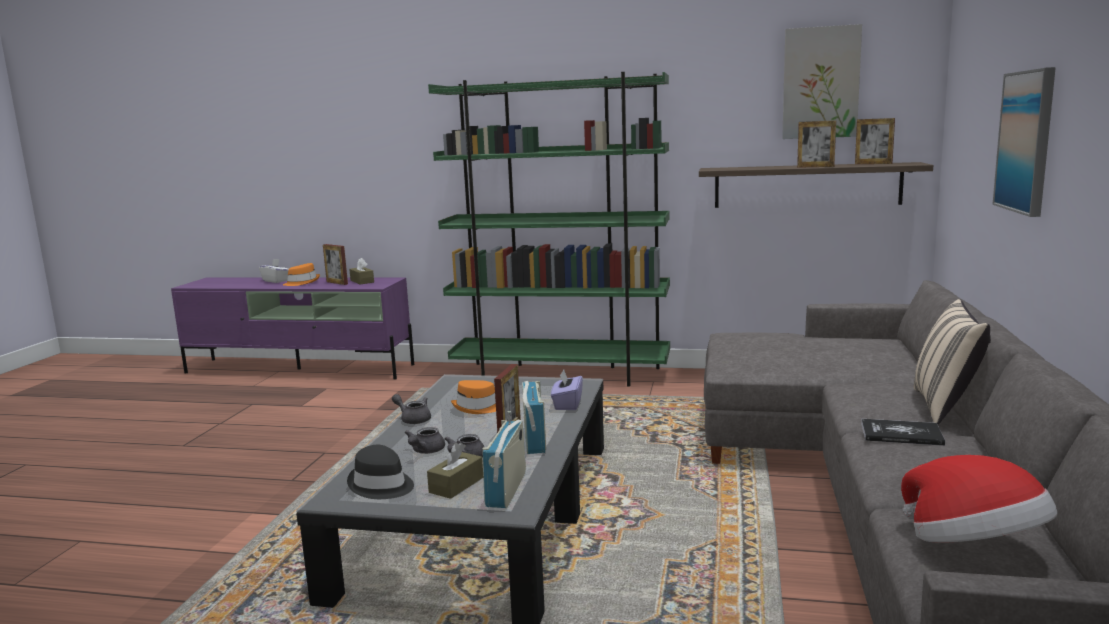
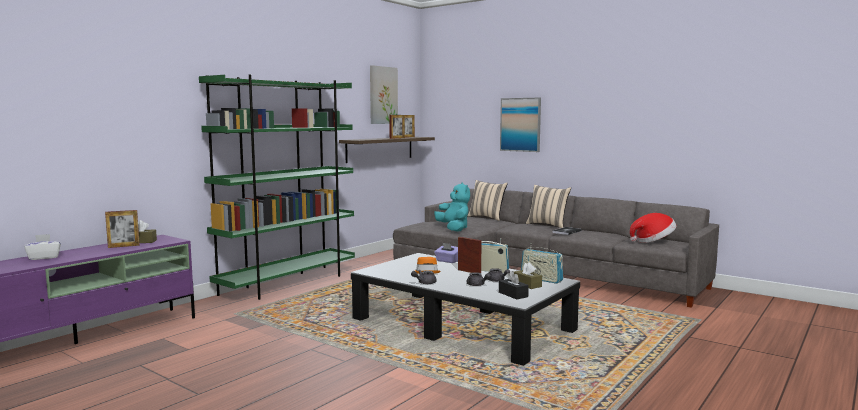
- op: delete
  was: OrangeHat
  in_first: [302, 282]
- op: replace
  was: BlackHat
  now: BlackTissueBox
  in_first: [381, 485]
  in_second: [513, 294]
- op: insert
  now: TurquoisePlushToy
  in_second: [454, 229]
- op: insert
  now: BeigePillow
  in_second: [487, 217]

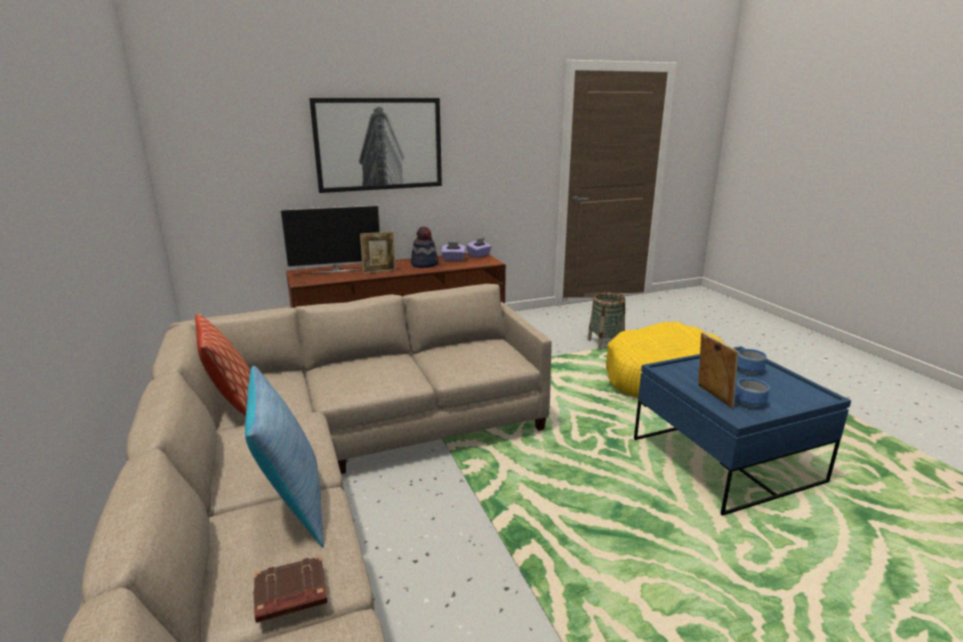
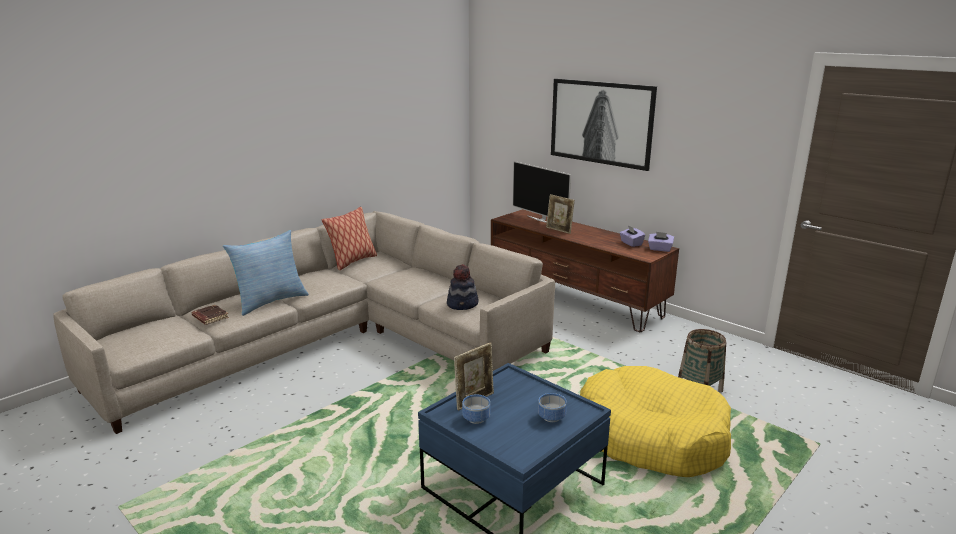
- op: move
  was: Hat
  in_first: [424, 264]
  in_second: [463, 304]

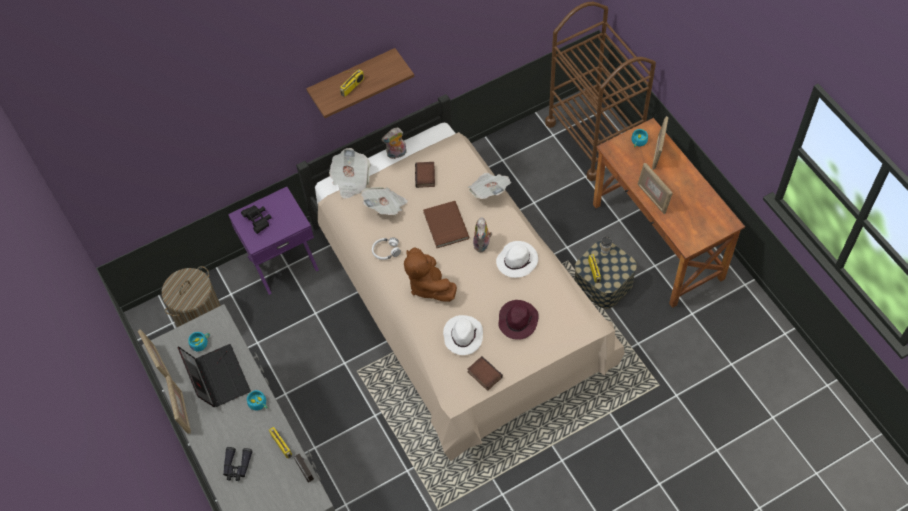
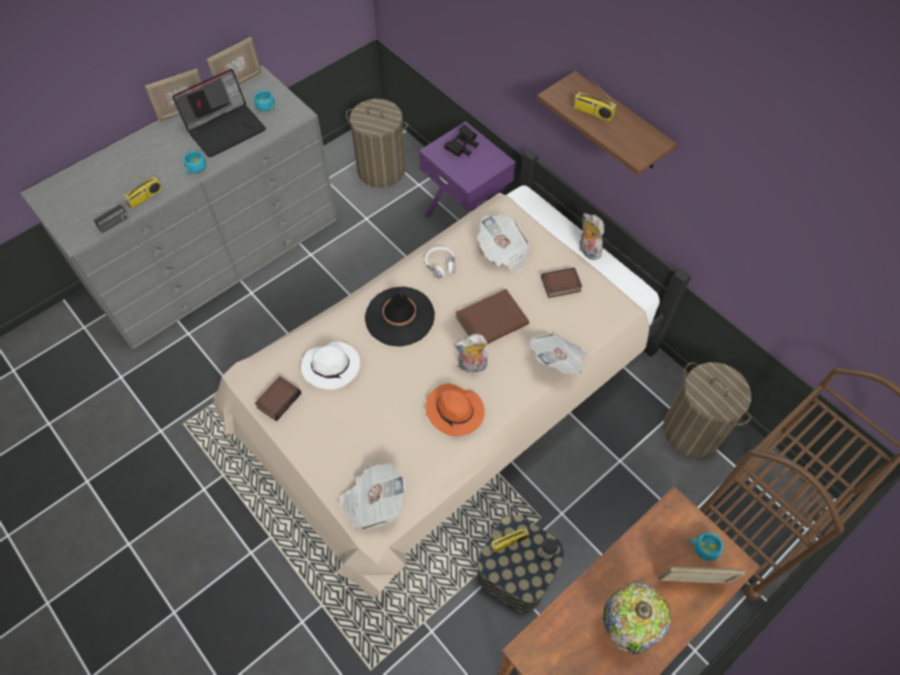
- op: delete
  was: BlackBinoculars
  in_first: [237, 466]
- op: move
  was: Newspaper
  in_first: [351, 180]
  in_second: [373, 503]
- op: replace
  was: BrownPlushToy
  now: BlackHat
  in_first: [428, 285]
  in_second: [399, 317]
- op: recolor
  was: WhiteHat
  now: OrangeHat
  in_first: [517, 260]
  in_second: [455, 411]
- op: delete
  was: PurpleHat
  in_first: [517, 320]
- op: delete
  was: PictureFrame
  in_first: [652, 198]
- op: insert
  now: TableLamp
  in_second: [622, 629]
- op: insert
  now: LaundryBasket
  in_second: [692, 430]

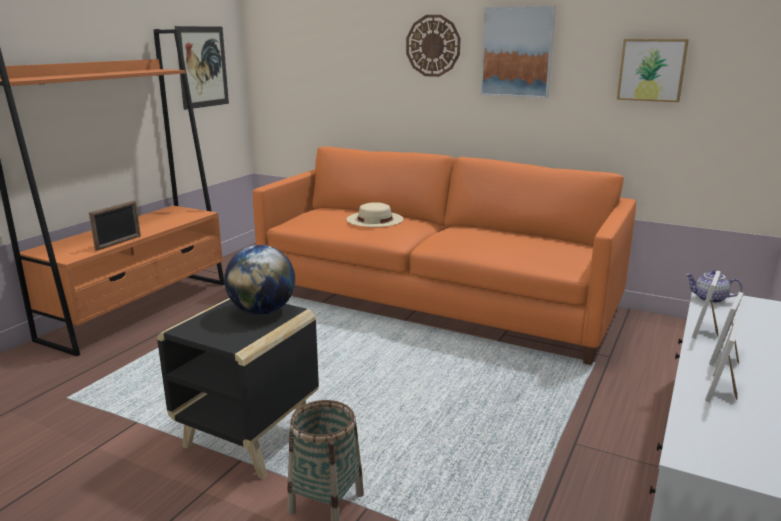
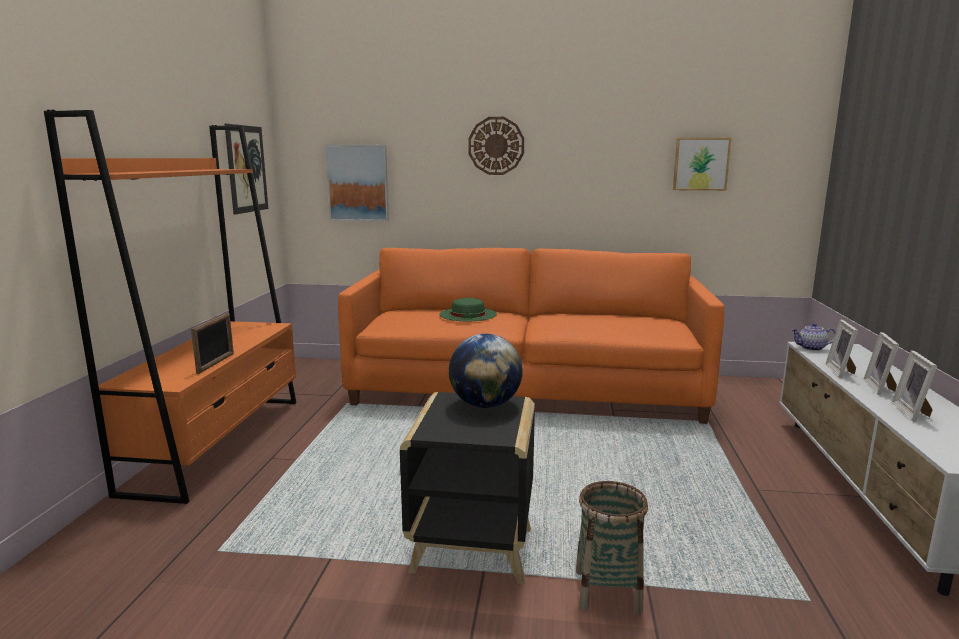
- op: recolor
  was: BeigeHat
  now: GreenHat
  in_first: [375, 219]
  in_second: [468, 314]
- op: move
  was: Picture
  in_first: [517, 52]
  in_second: [358, 183]

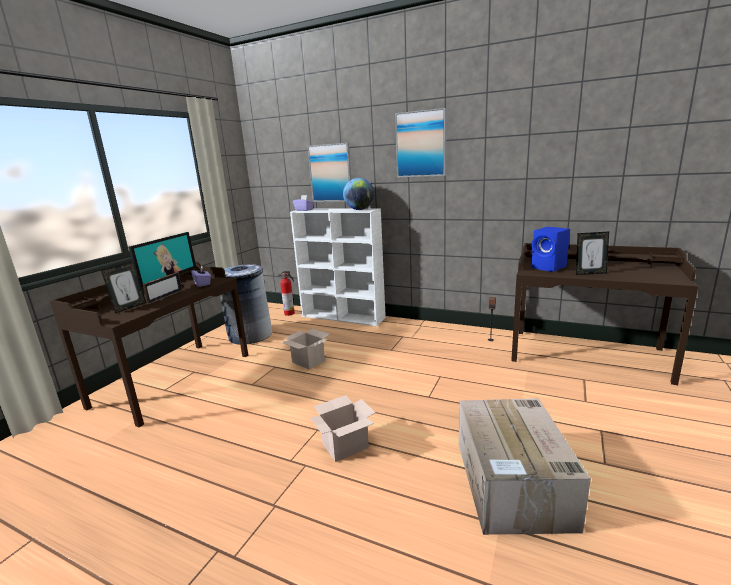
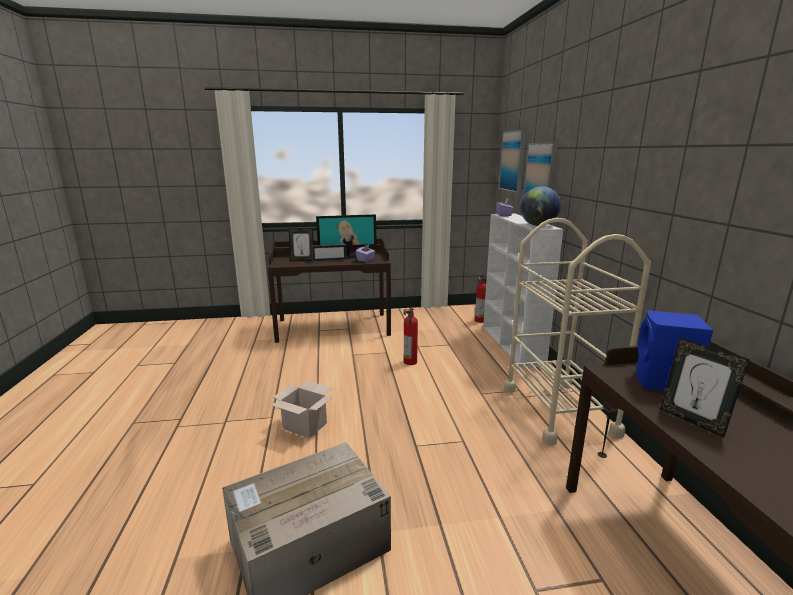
- op: delete
  was: GreyTrashCan
  in_first: [250, 335]
- op: replace
  was: CardboardBox
  now: FireExtinguisher
  in_first: [309, 361]
  in_second: [410, 362]
- op: move
  was: Picture
  in_first: [421, 144]
  in_second: [513, 161]
- op: insert
  now: BeigeCart
  in_second: [558, 410]

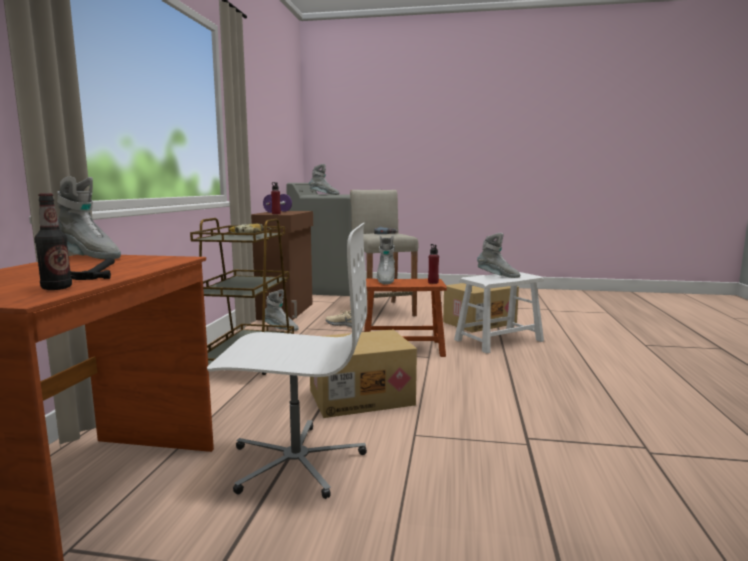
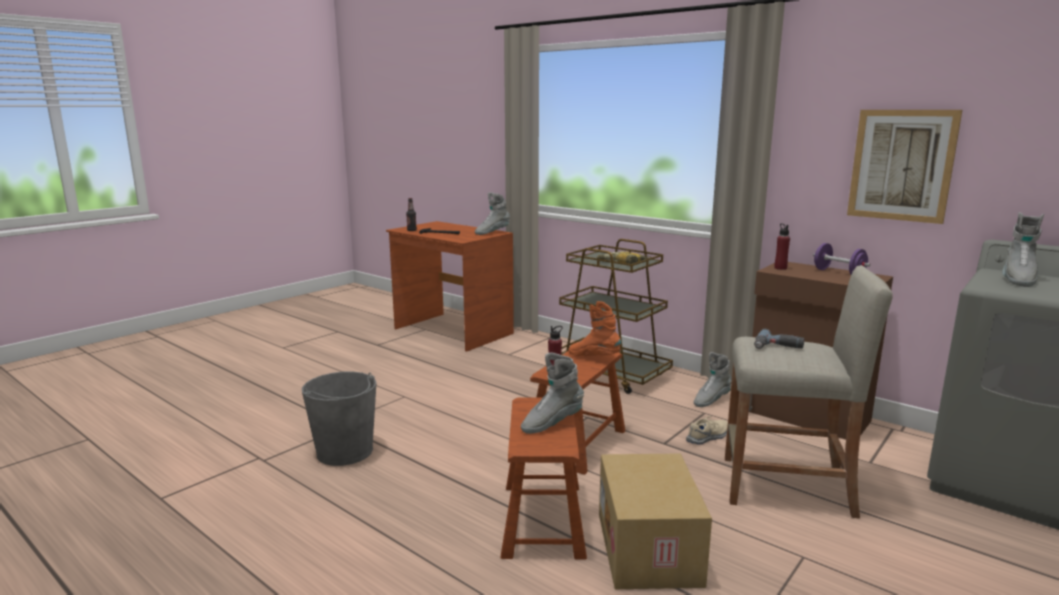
- op: delete
  was: WhiteOfficeChair
  in_first: [295, 461]
- op: delete
  was: CardboardBox
  in_first: [361, 397]
- op: recolor
  was: GreyBoot
  now: OrangeBoot
  in_first: [385, 280]
  in_second: [594, 357]
- op: recolor
  was: WhiteStool
  now: BrownStool
  in_first: [498, 340]
  in_second: [543, 519]
- op: insert
  now: GreyBucket
  in_second: [345, 452]
- op: insert
  now: Picture
  in_second: [901, 165]

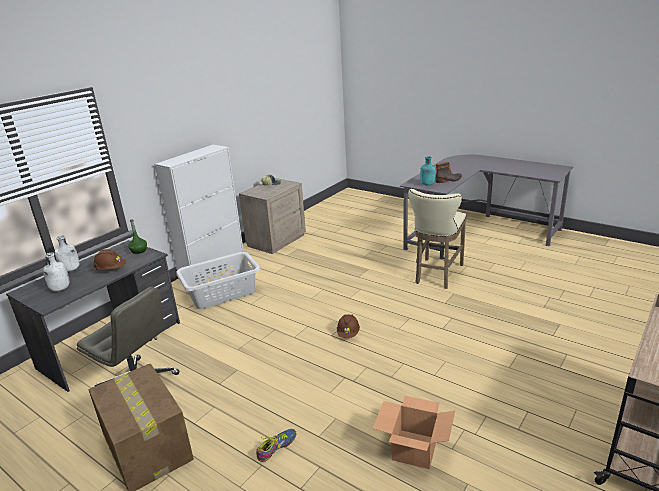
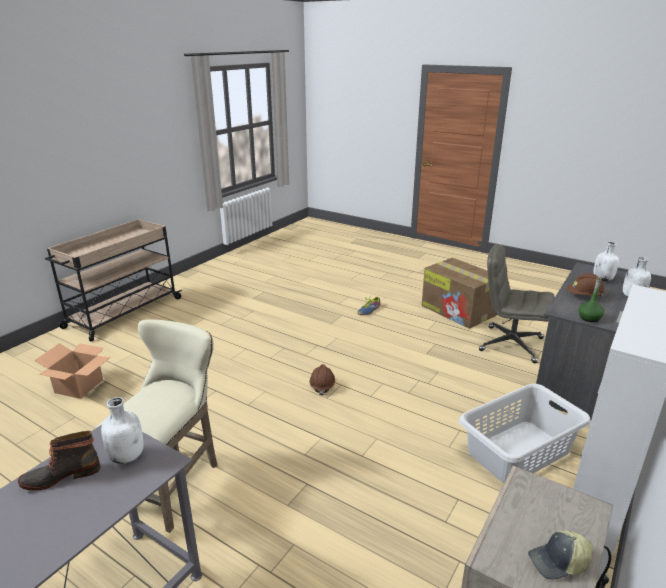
- op: move
  was: CardboardBox
  in_first: [414, 450]
  in_second: [79, 386]
- op: recolor
  was: TurquoiseBottle
  now: WhiteBottle
  in_first: [427, 184]
  in_second: [127, 456]

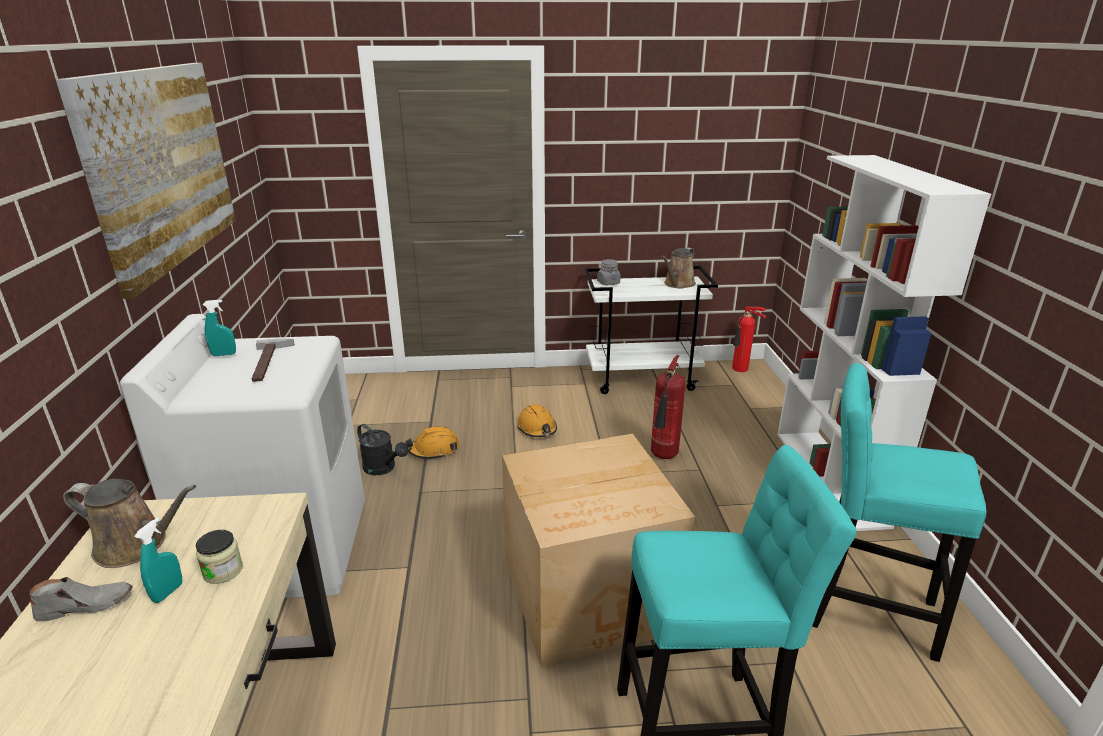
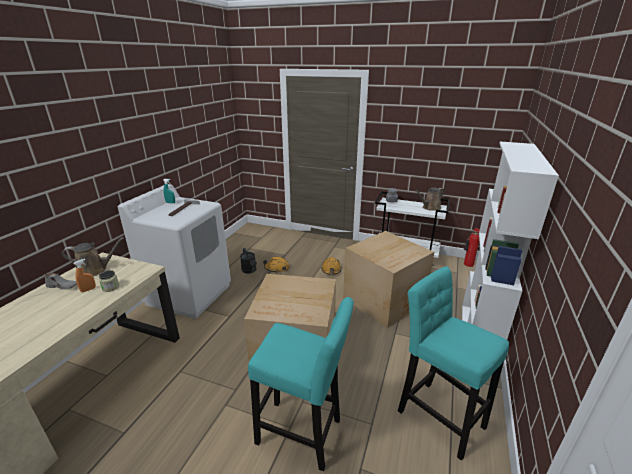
- op: delete
  was: Picture
  in_first: [161, 166]
- op: rotate
  was: BrownWateringCan
  in_first: [136, 545]
  in_second: [95, 270]
  clockwise: -45
- op: recolor
  was: TurquoiseSprayBottle
  now: OrangeSprayBottle
  in_first: [168, 592]
  in_second: [88, 289]
- op: replace
  was: FireExtinguisher
  now: CardboardBox
  in_first: [663, 457]
  in_second: [385, 300]

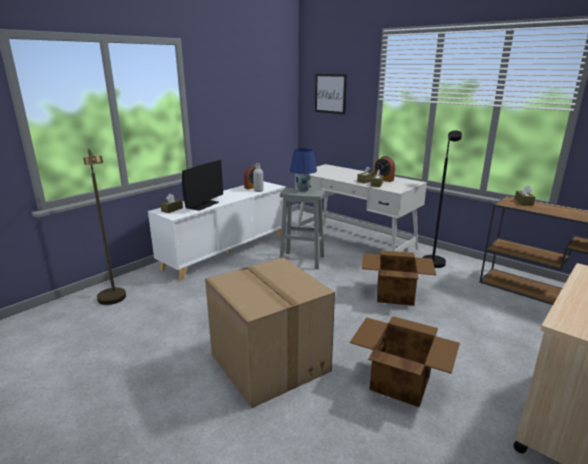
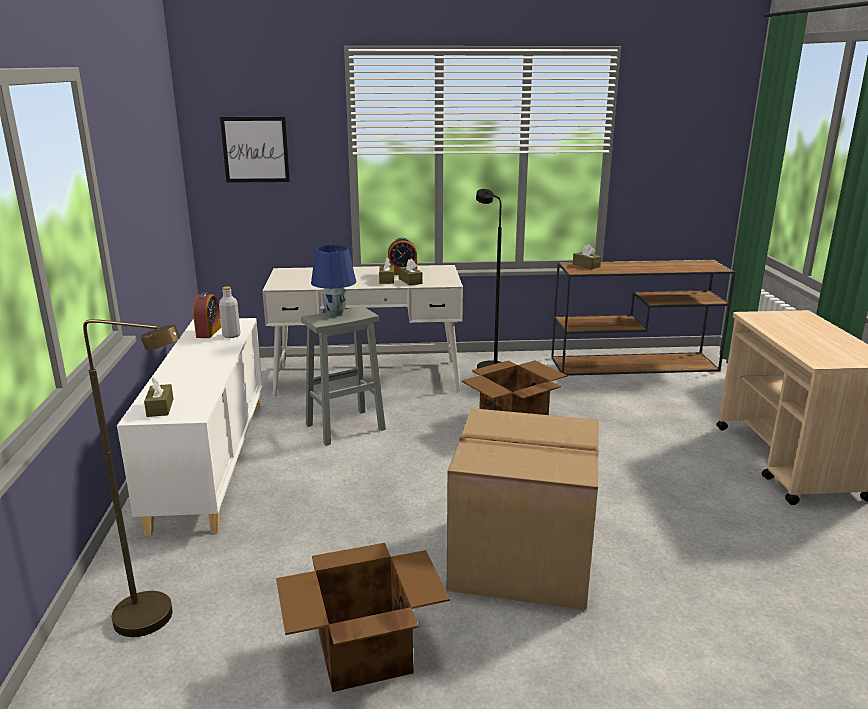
- op: delete
  was: Monitor
  in_first: [204, 205]
- op: move
  was: CardboardBox
  in_first: [399, 381]
  in_second: [362, 652]

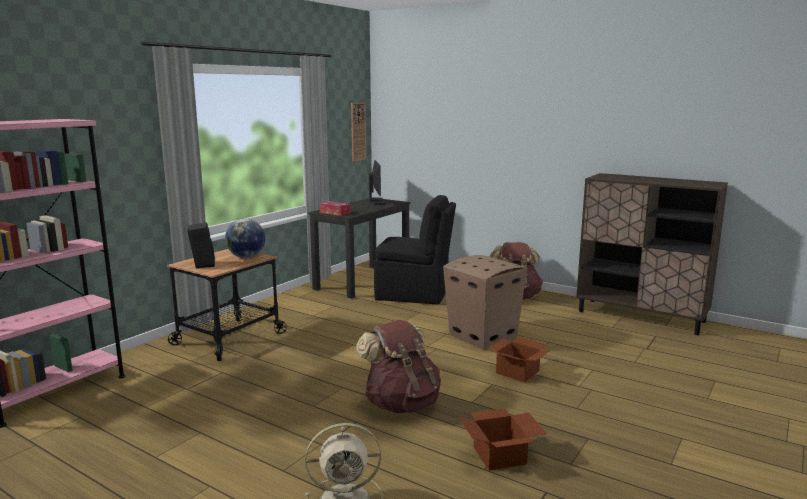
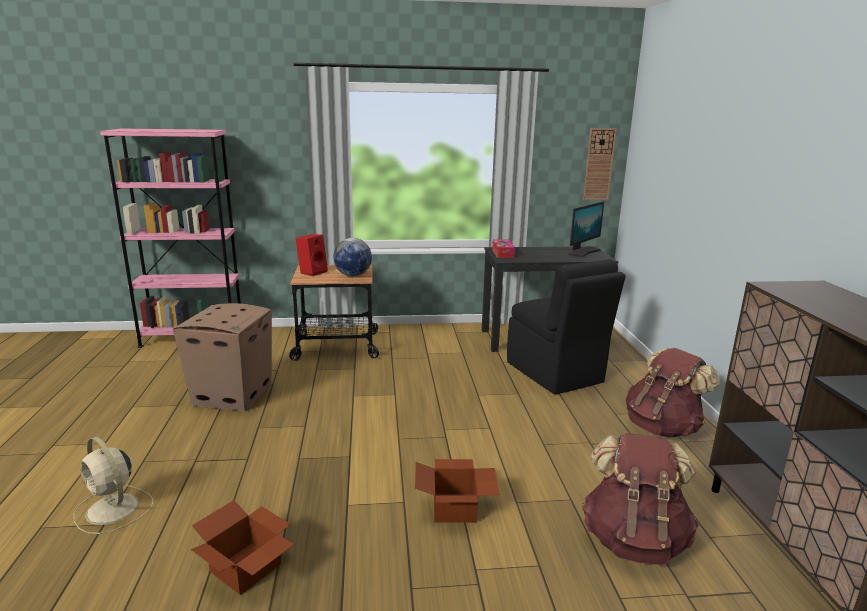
- op: recolor
  was: BlackSpeaker
  now: RedSpeaker
  in_first: [202, 264]
  in_second: [312, 272]
- op: move
  was: BrownBackpack
  in_first: [401, 404]
  in_second: [633, 540]
- op: move
  was: CardboardBox
  in_first: [482, 335]
  in_second: [233, 394]

